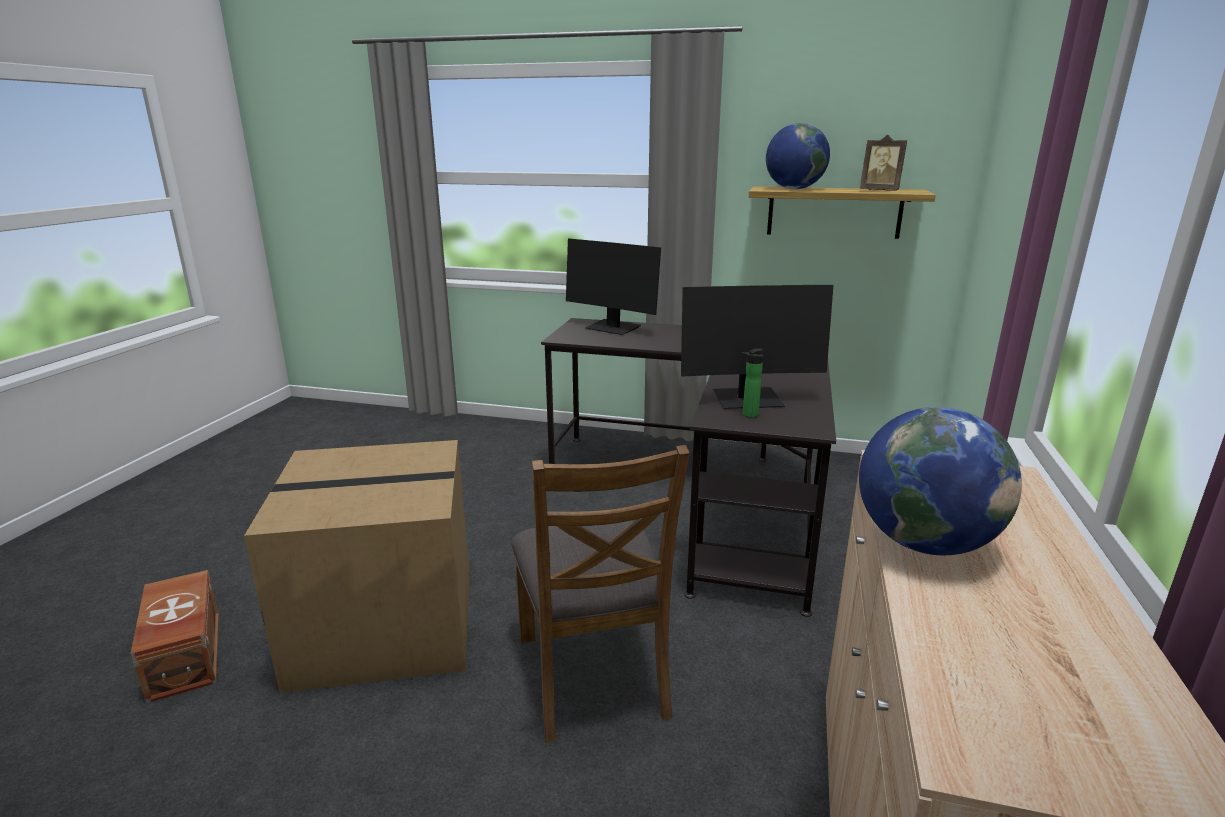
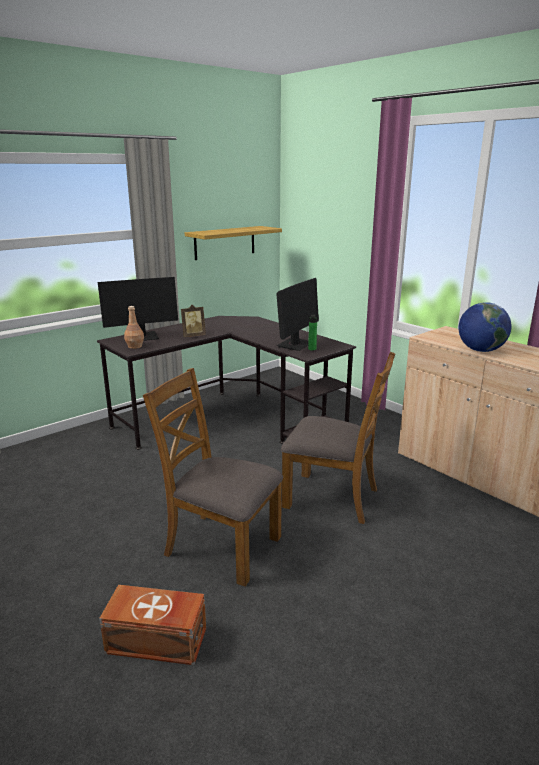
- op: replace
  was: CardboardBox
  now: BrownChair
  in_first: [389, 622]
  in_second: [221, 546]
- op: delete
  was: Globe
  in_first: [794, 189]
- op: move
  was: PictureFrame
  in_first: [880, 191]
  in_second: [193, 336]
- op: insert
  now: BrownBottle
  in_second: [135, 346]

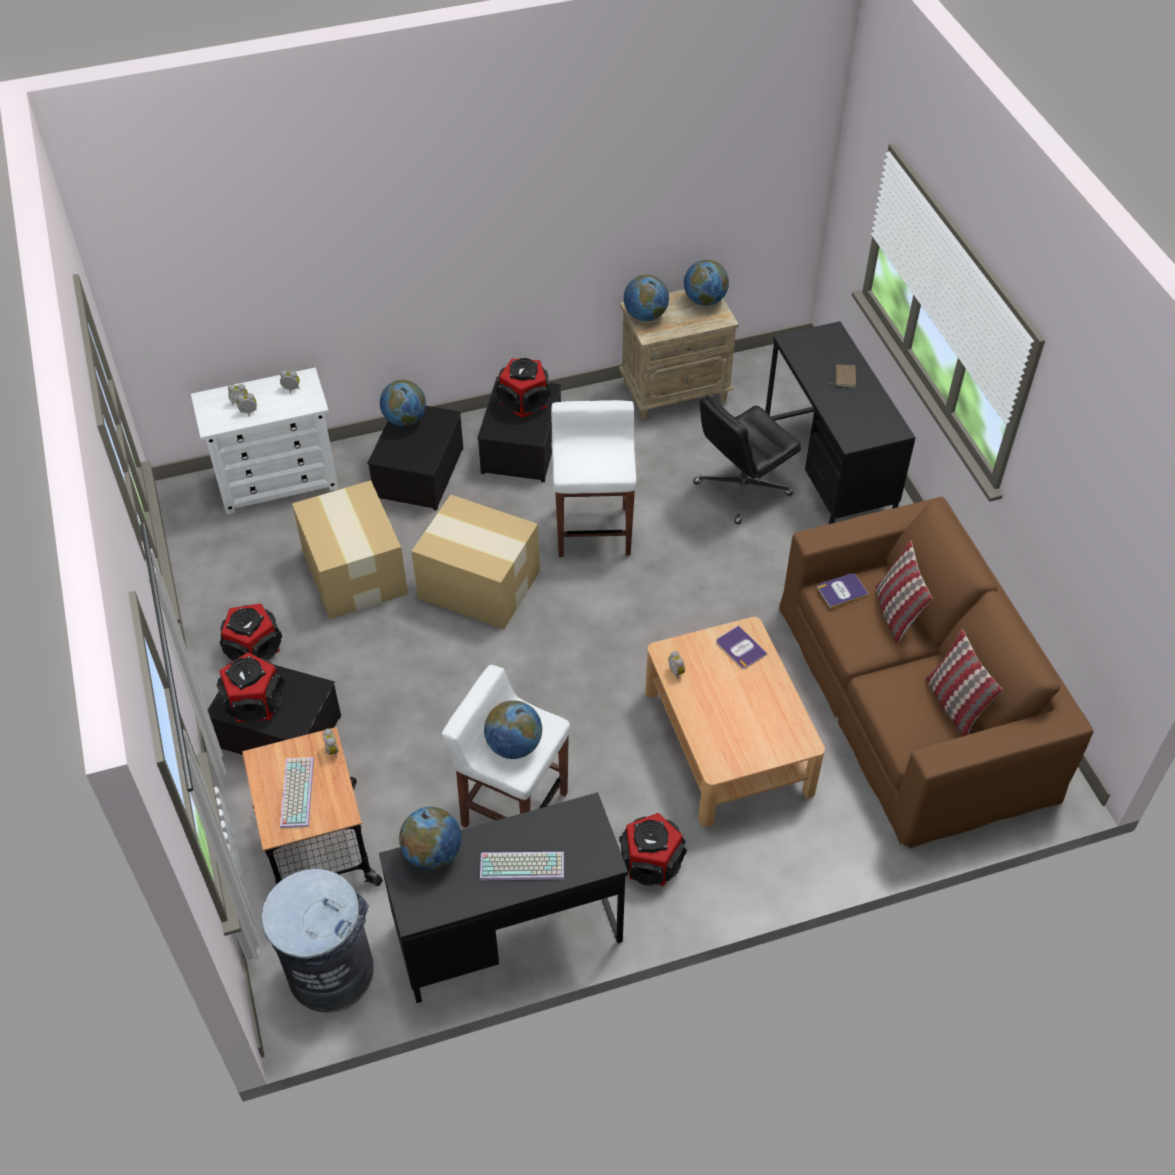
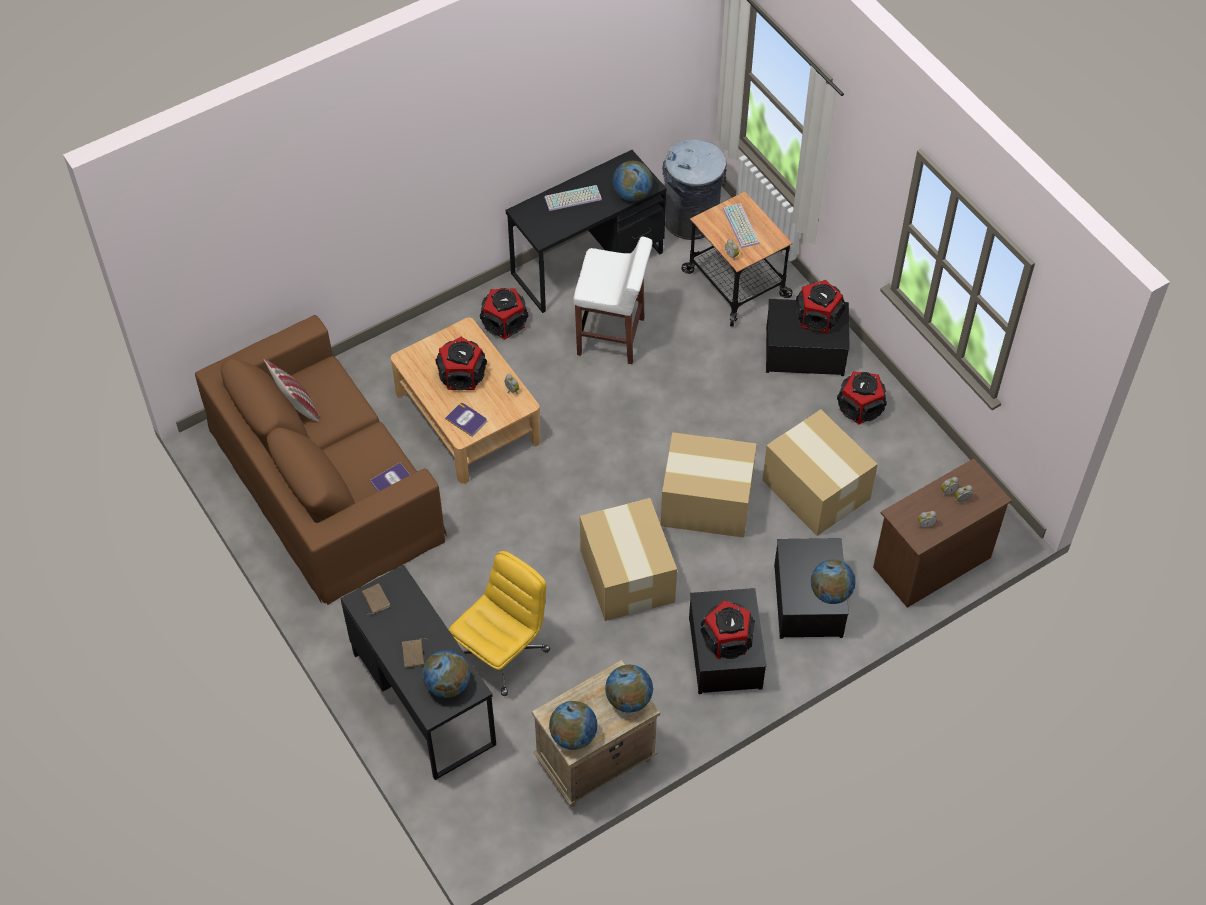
- op: recolor
  was: WhiteDresser
  now: BrownDresser
  in_first: [278, 481]
  in_second: [931, 562]
- op: move
  was: Globe
  in_first: [514, 745]
  in_second: [447, 684]
- op: replace
  was: WhiteStool
  now: CardboardBox
  in_first: [593, 530]
  in_second: [627, 577]
- op: recolor
  was: BlackOfficeChair
  now: YellowOfficeChair
  in_first: [741, 489]
  in_second: [502, 653]
- op: delete
  was: Pillow
  in_first: [895, 613]
- op: insert
  now: BrownBook
  in_second: [375, 600]
- op: insert
  now: Speaker
  in_second: [461, 375]

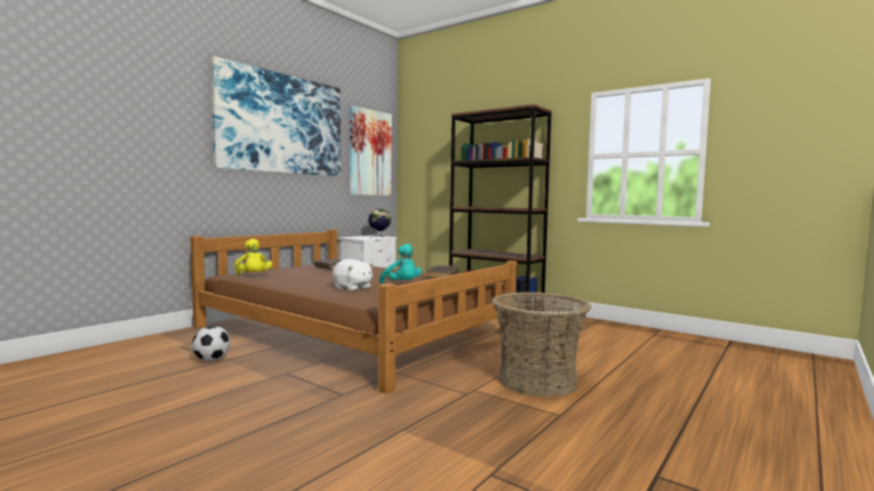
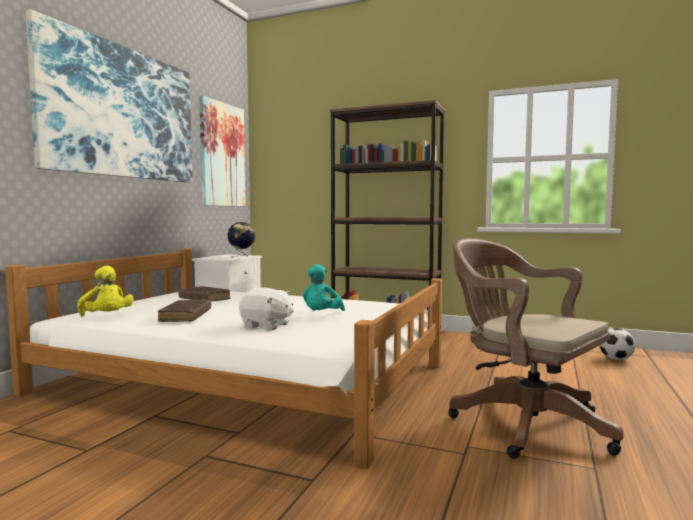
- op: recolor
  was: BrownBed
  now: WhiteBed
  in_first: [353, 331]
  in_second: [248, 378]
- op: move
  was: Football
  in_first: [211, 360]
  in_second: [615, 359]
- op: rotate
  was: TurquoisePlushToy
  in_first: [402, 284]
  in_second: [321, 315]
  clockwise: 75
- op: move
  was: BrownBook
  in_first: [442, 277]
  in_second: [185, 317]
- op: replace
  was: Basket
  now: BrownOfficeChair
  in_first: [537, 381]
  in_second: [523, 423]

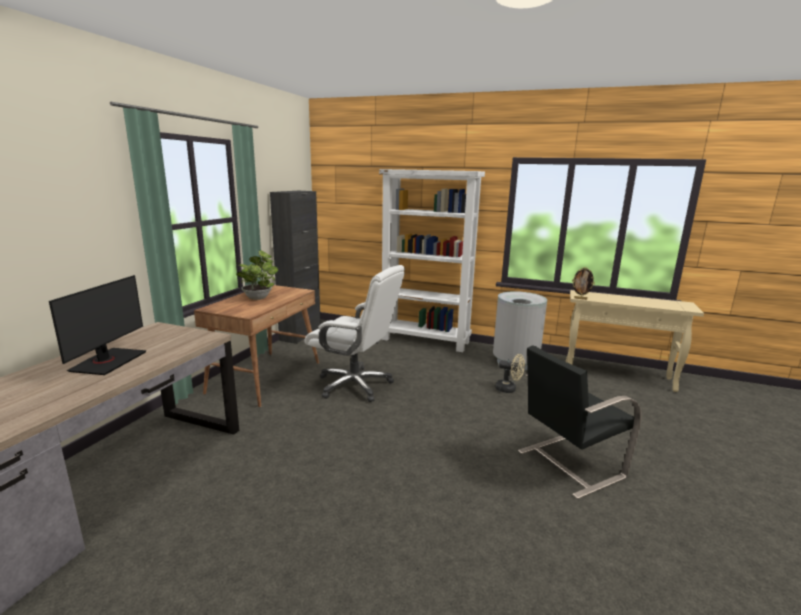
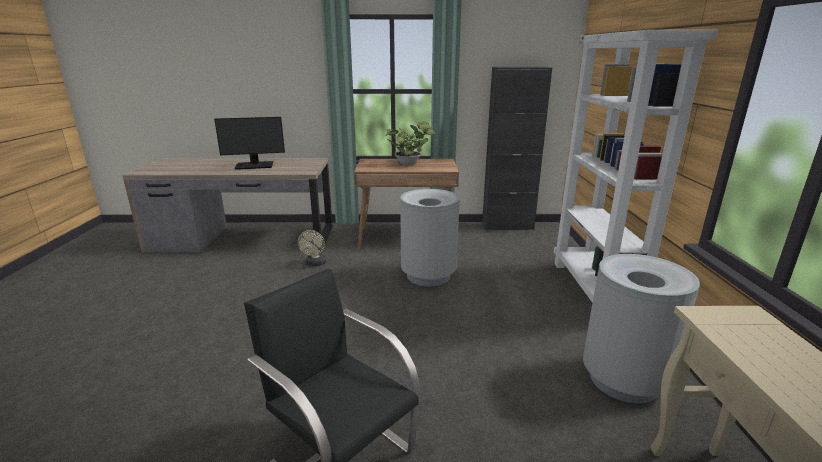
- op: replace
  was: WhiteOfficeChair
  now: GreyTrashCan
  in_first: [355, 385]
  in_second: [428, 275]
- op: move
  was: BeigeFan
  in_first: [509, 389]
  in_second: [315, 264]
- op: delete
  was: PictureFrame
  in_first: [580, 298]

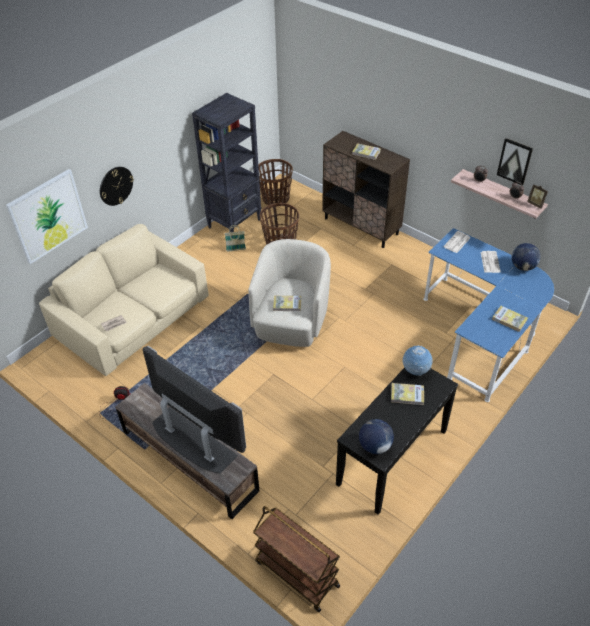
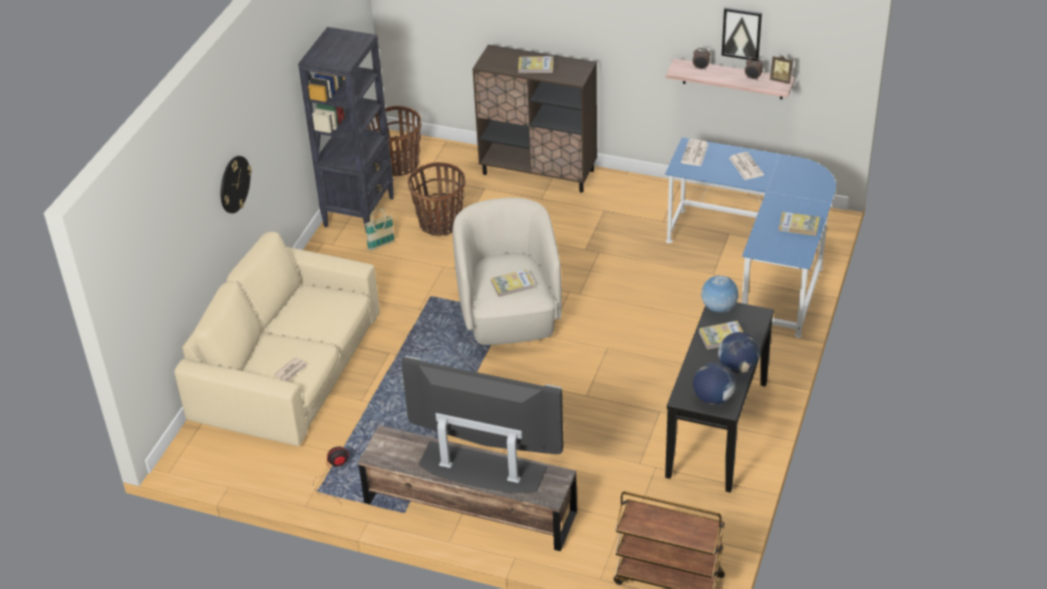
- op: delete
  was: Picture
  in_first: [48, 216]
- op: move
  was: Globe
  in_first: [523, 267]
  in_second: [738, 367]

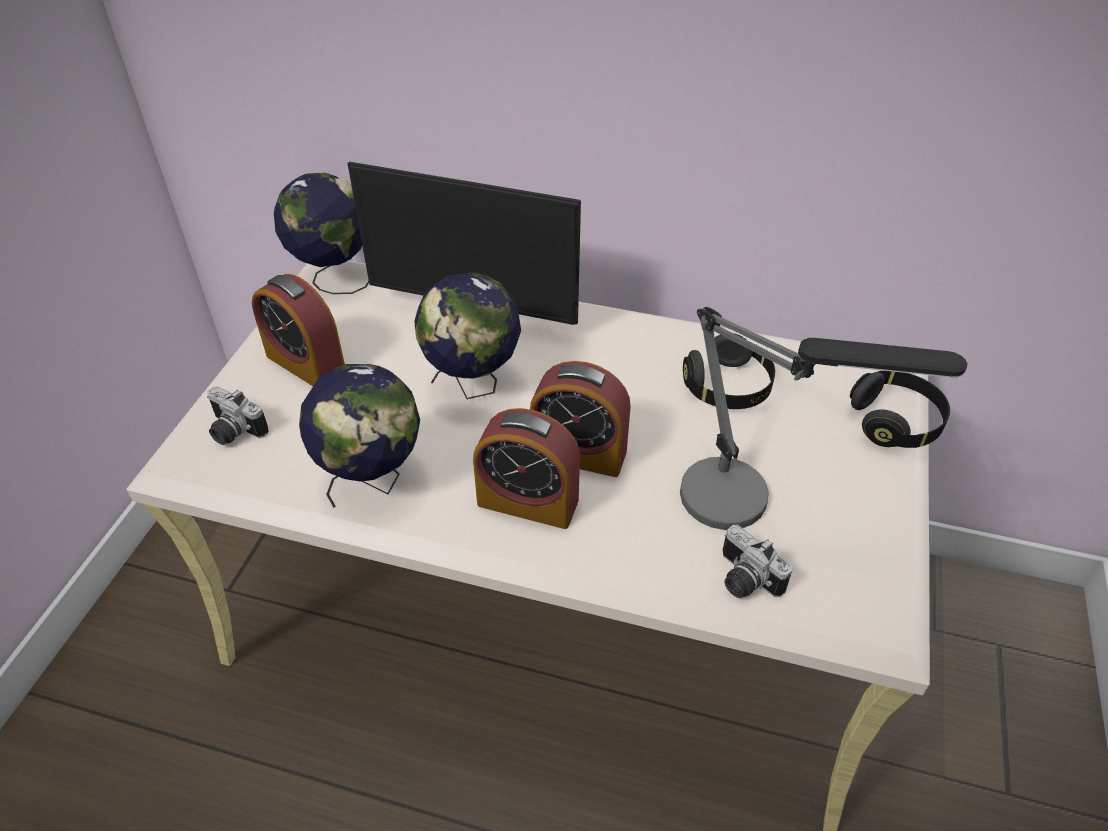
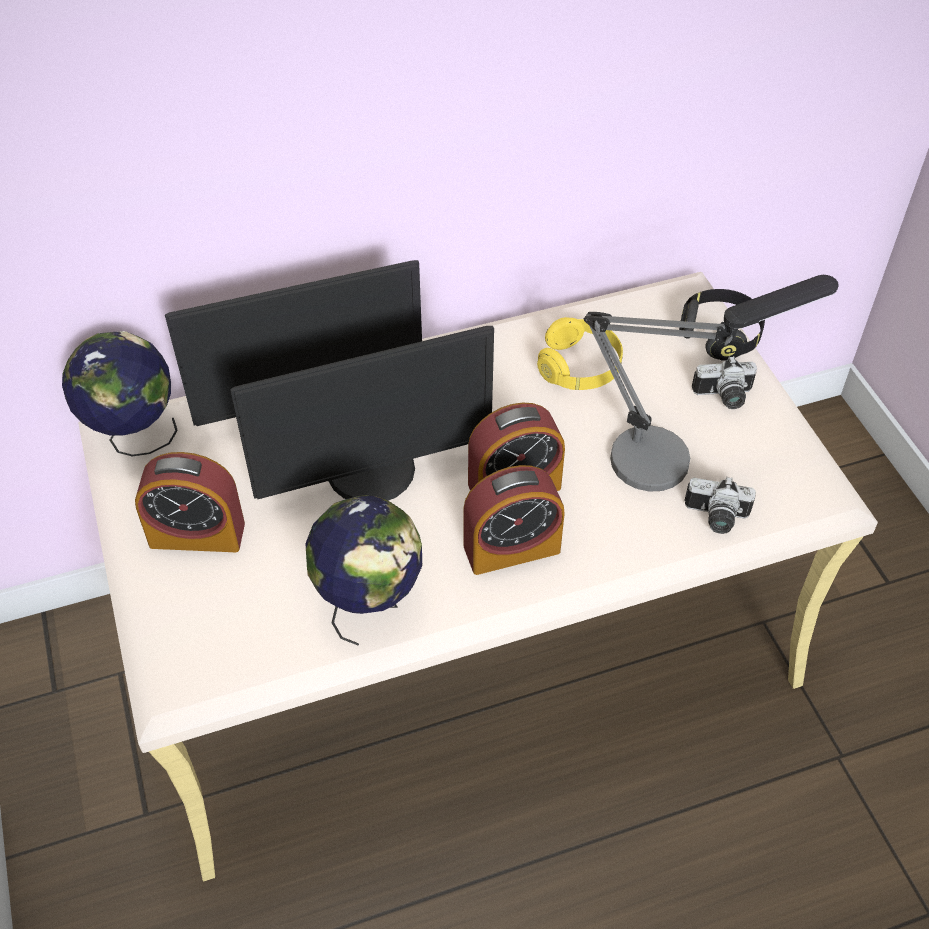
- op: move
  was: PhotoCamera
  in_first: [233, 431]
  in_second: [724, 397]
- op: replace
  was: Globe
  now: Monitor
  in_first: [473, 385]
  in_second: [372, 473]
- op: recolor
  was: BlackHeadphones
  now: YellowHeadphones
  in_first: [727, 388]
  in_second: [579, 368]

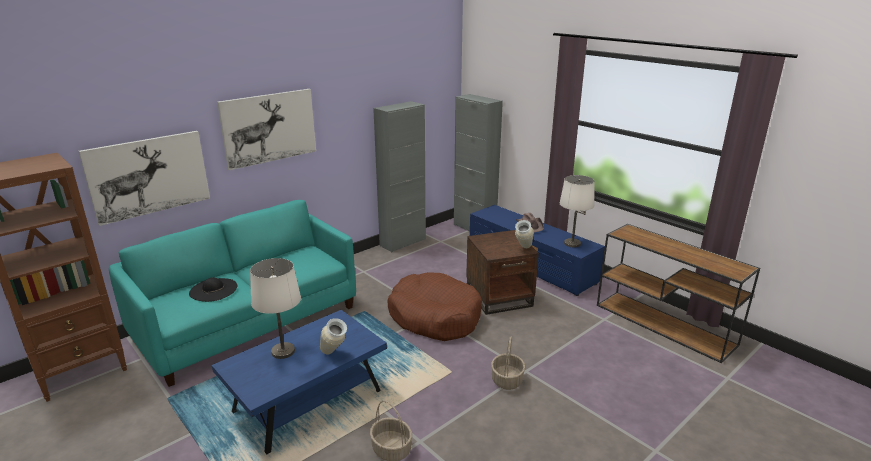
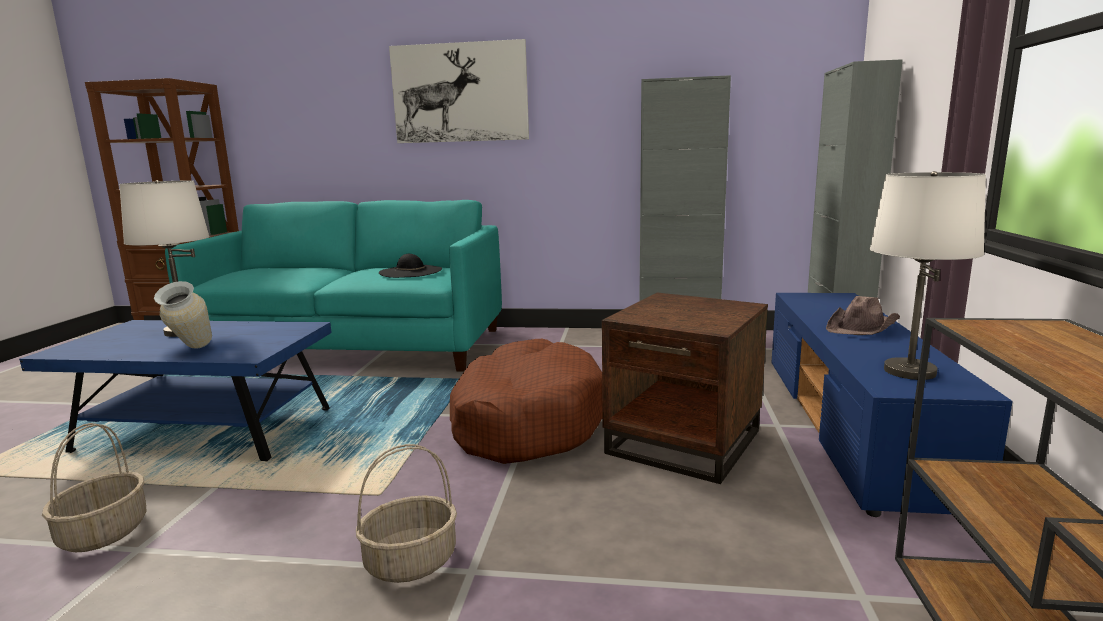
- op: delete
  was: Picture
  in_first: [149, 176]
- op: move
  was: BlackHat
  in_first: [213, 290]
  in_second: [410, 271]
- op: delete
  was: Vase
  in_first: [522, 250]

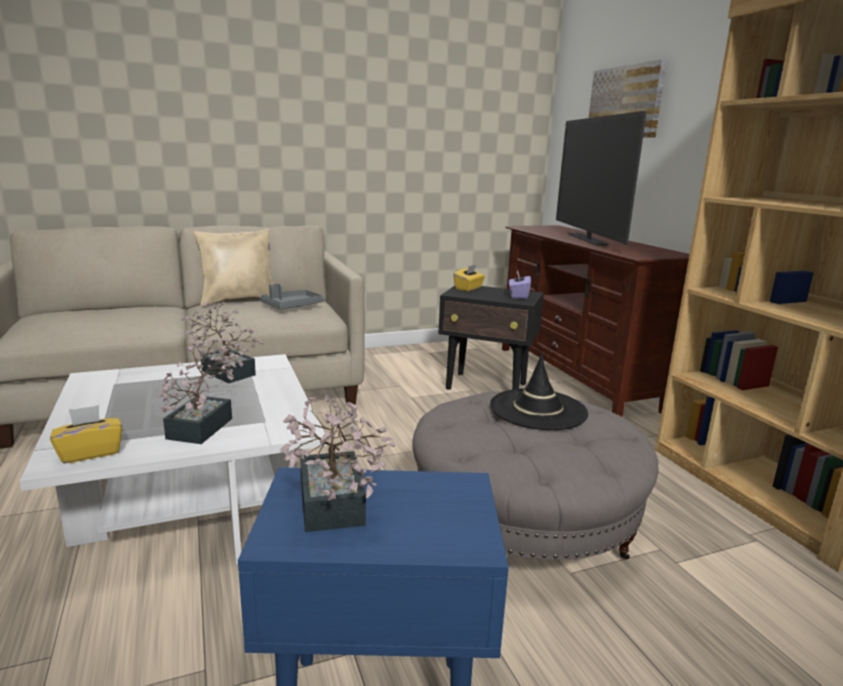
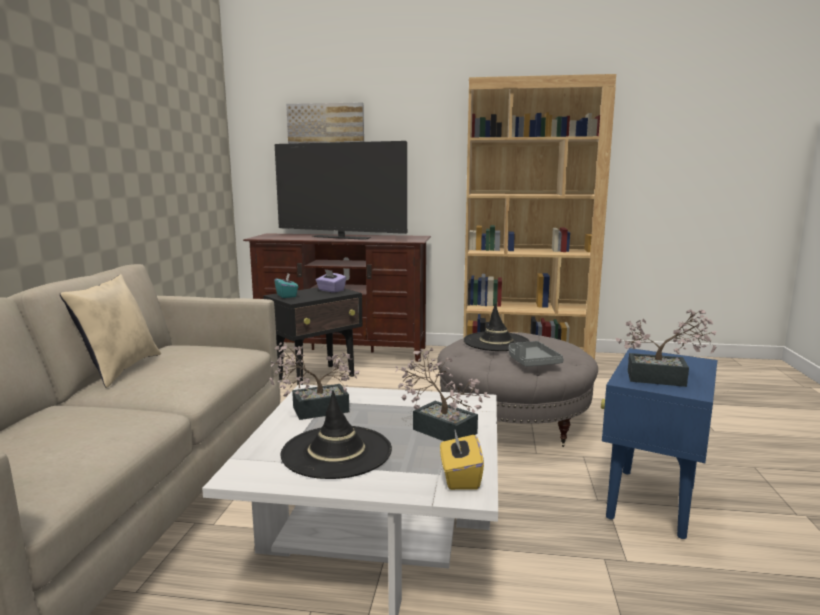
- op: move
  was: GreyTray
  in_first: [291, 306]
  in_second: [531, 362]
- op: recolor
  was: YellowTissueBox
  now: TurquoiseTissueBox
  in_first: [468, 288]
  in_second: [287, 295]
- op: insert
  now: BlackHat
  in_second: [337, 452]

